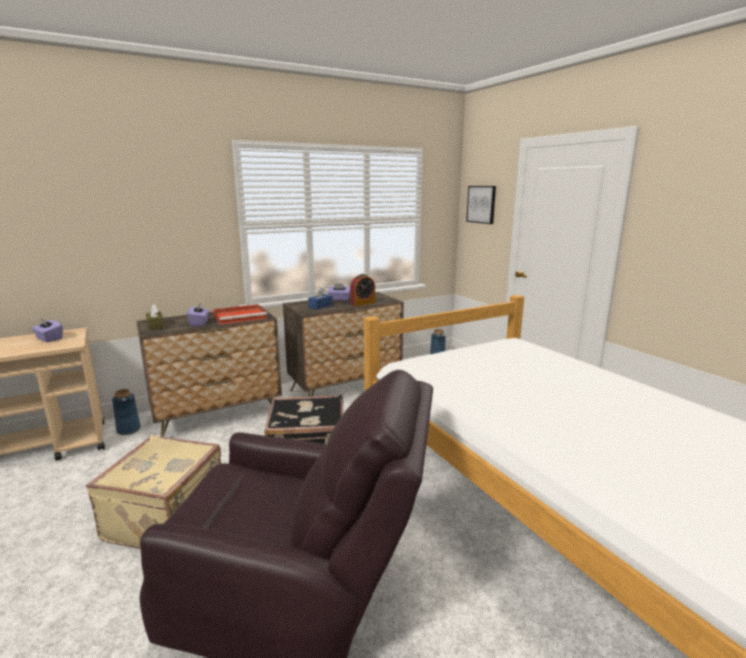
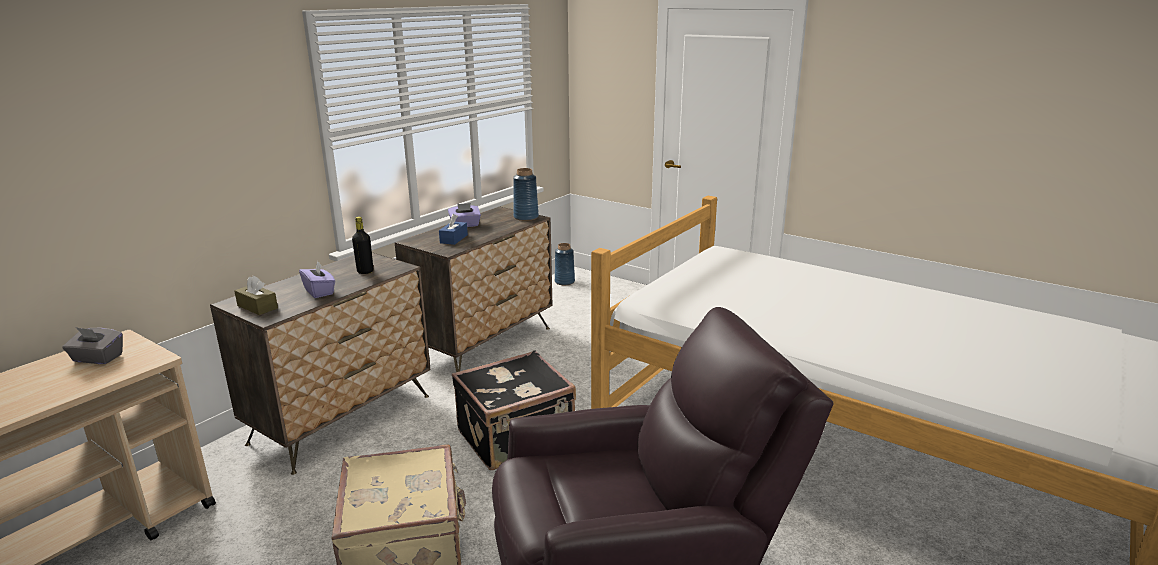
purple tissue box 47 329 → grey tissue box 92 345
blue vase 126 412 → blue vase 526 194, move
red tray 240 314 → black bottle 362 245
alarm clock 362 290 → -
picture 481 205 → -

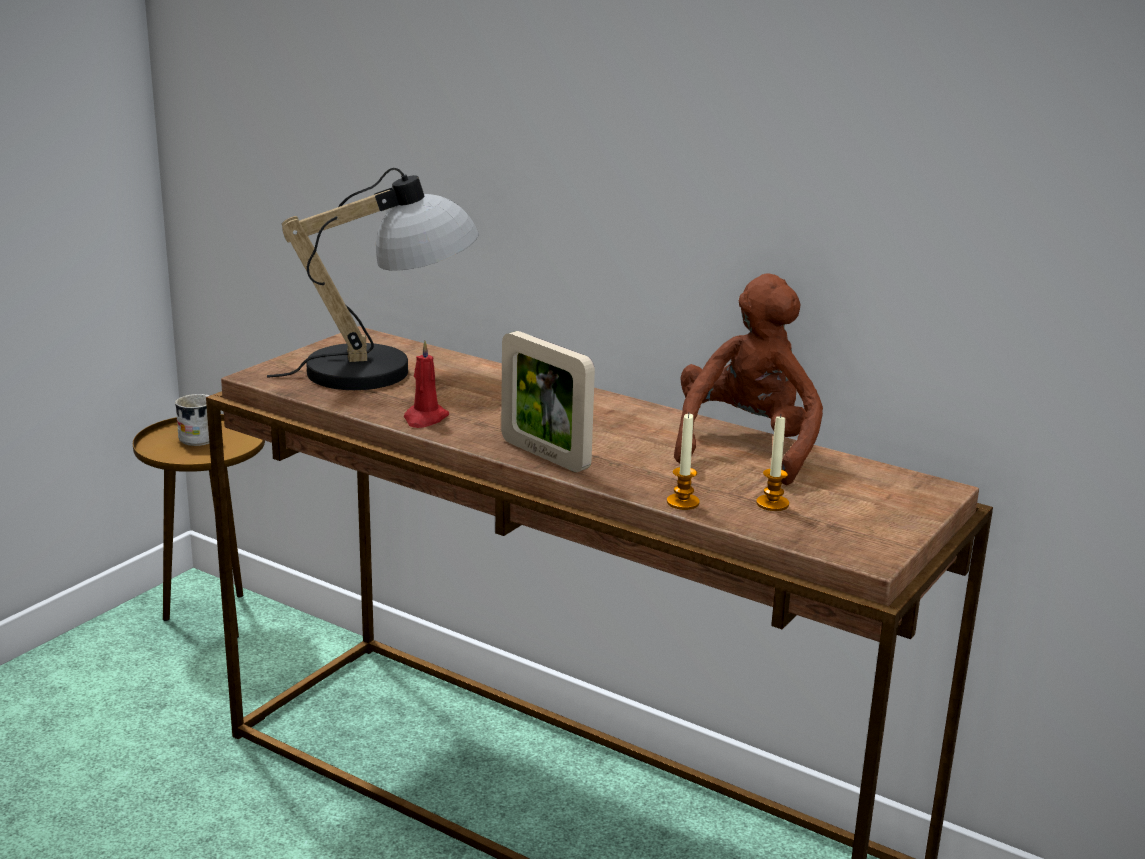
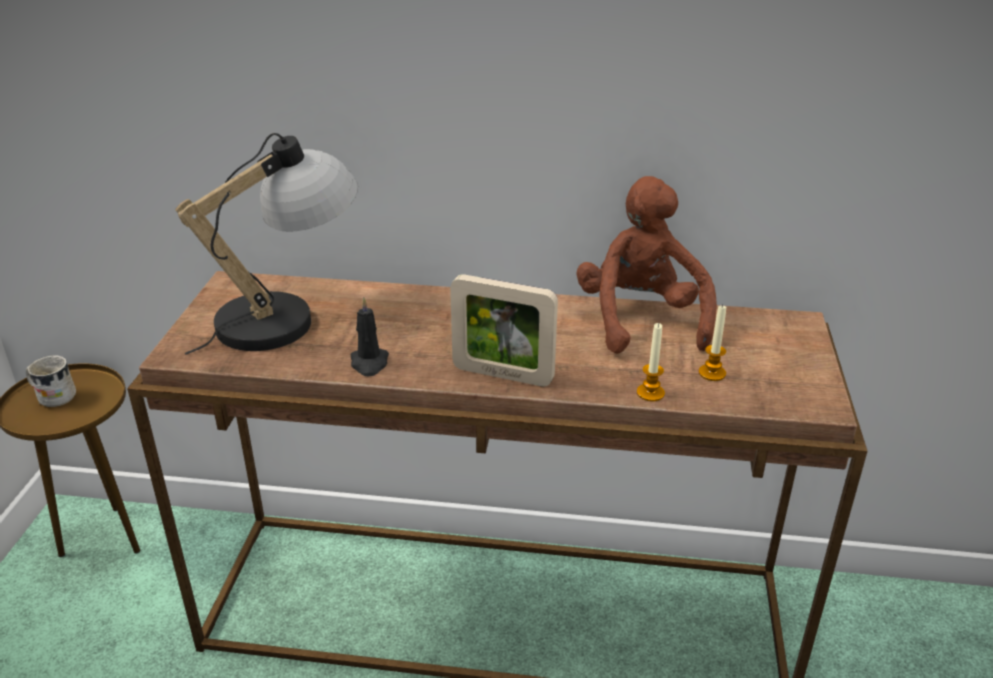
red candle 426 384 → black candle 370 336

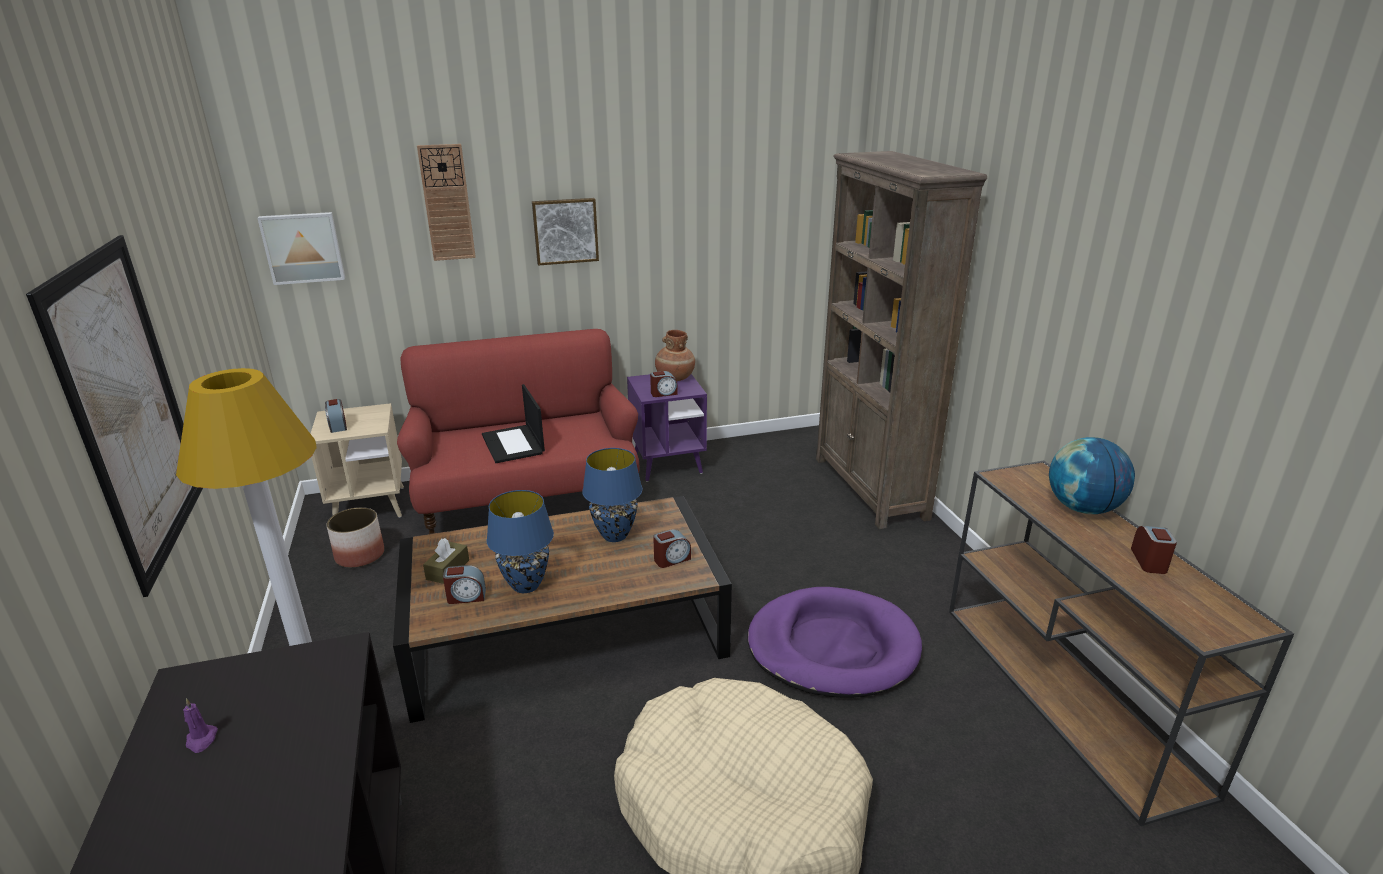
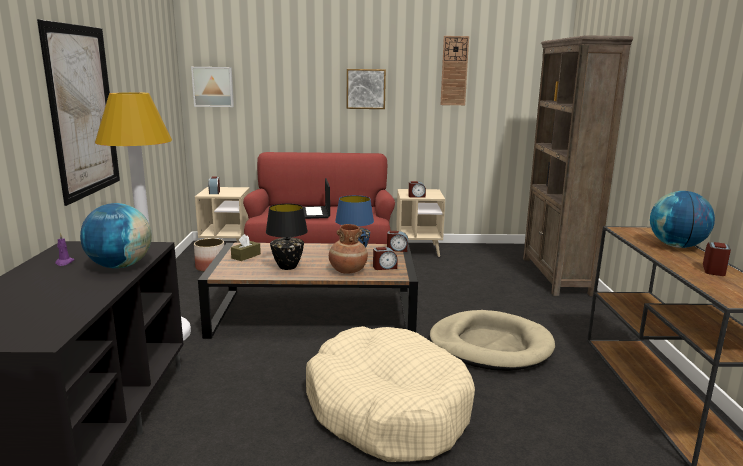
wall clock 446 202 → wall clock 455 70, move
alarm clock 464 584 → alarm clock 397 241, move
blue table lamp 520 541 → black table lamp 287 237
purple side table 667 428 → beige side table 420 223
brown vase 675 355 → brown vase 348 249, move
purple dog bed 835 642 → beige dog bed 492 340
- → globe 116 235

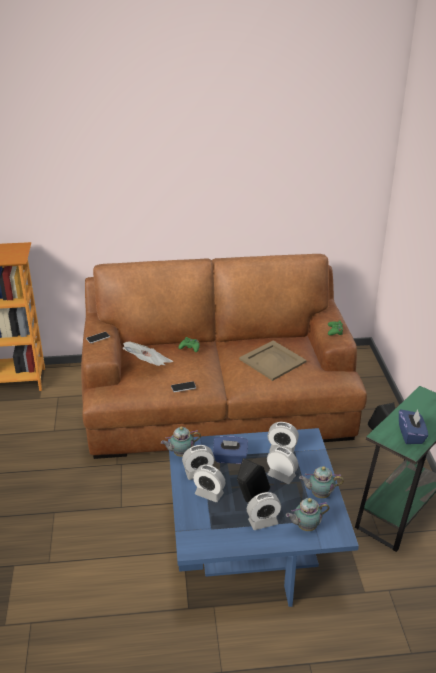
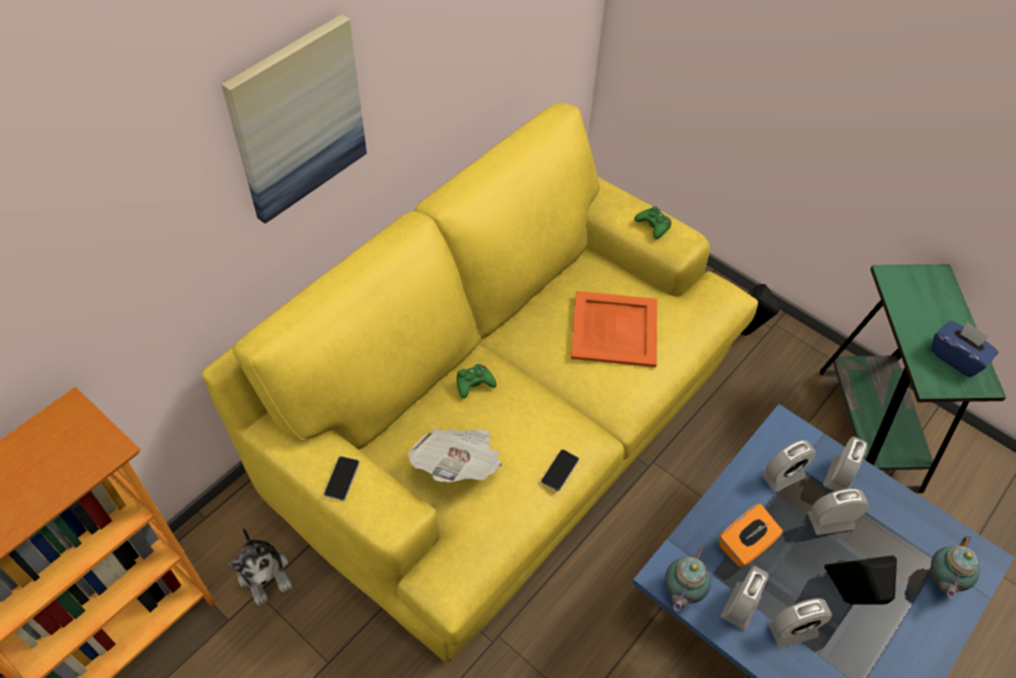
brown sofa 224 356 → yellow sofa 480 382
blue tissue box 230 450 → orange tissue box 751 535
beige tray 273 361 → orange tray 614 329
alarm clock 264 511 → alarm clock 845 463, move
teapot 321 482 → -
- → picture 294 119
- → plush toy 260 566

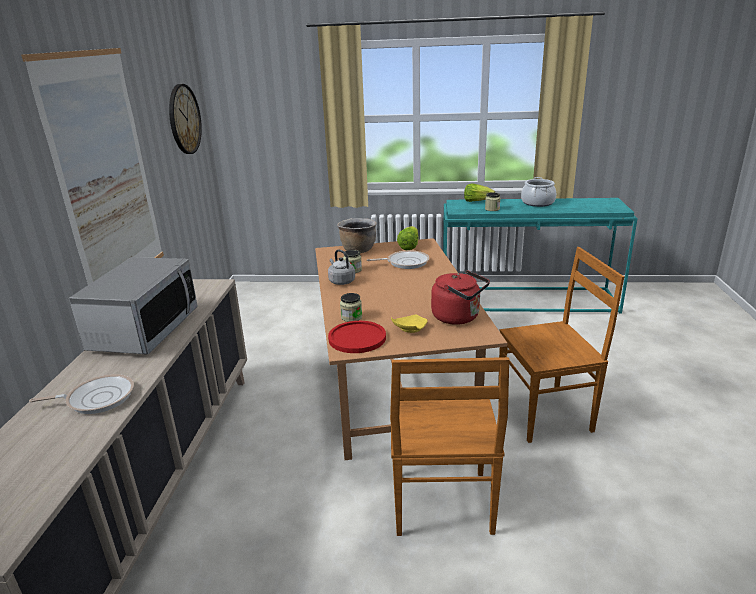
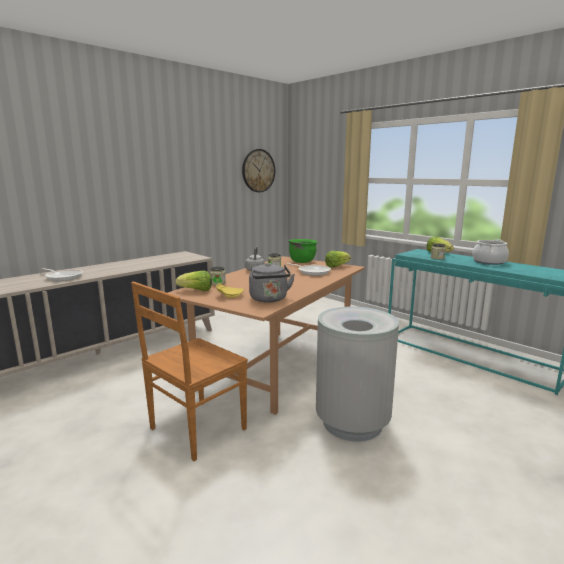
picture 92 166 → -
microwave 133 305 → -
red plate 357 337 → lettuce 194 281
brown cooking pot 357 235 → green cooking pot 302 251
red kettle 460 297 → grey kettle 272 282
brown chair 561 345 → grey trash can 357 374

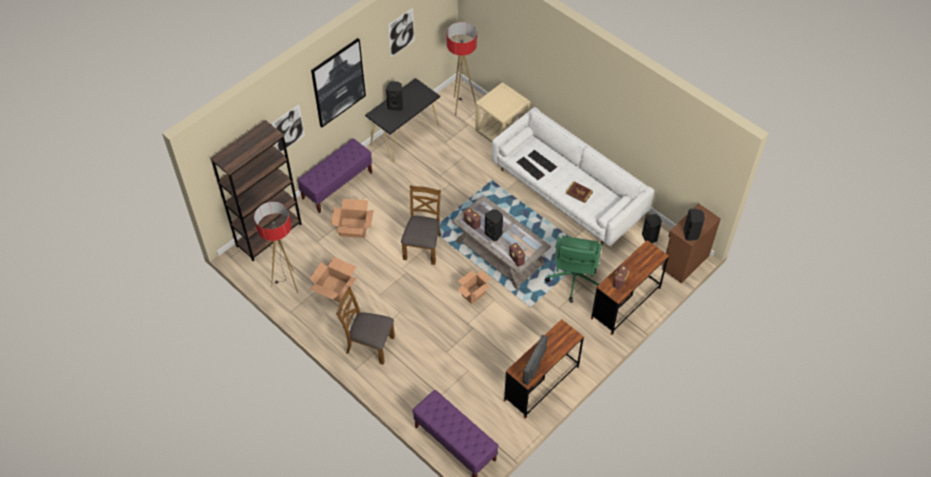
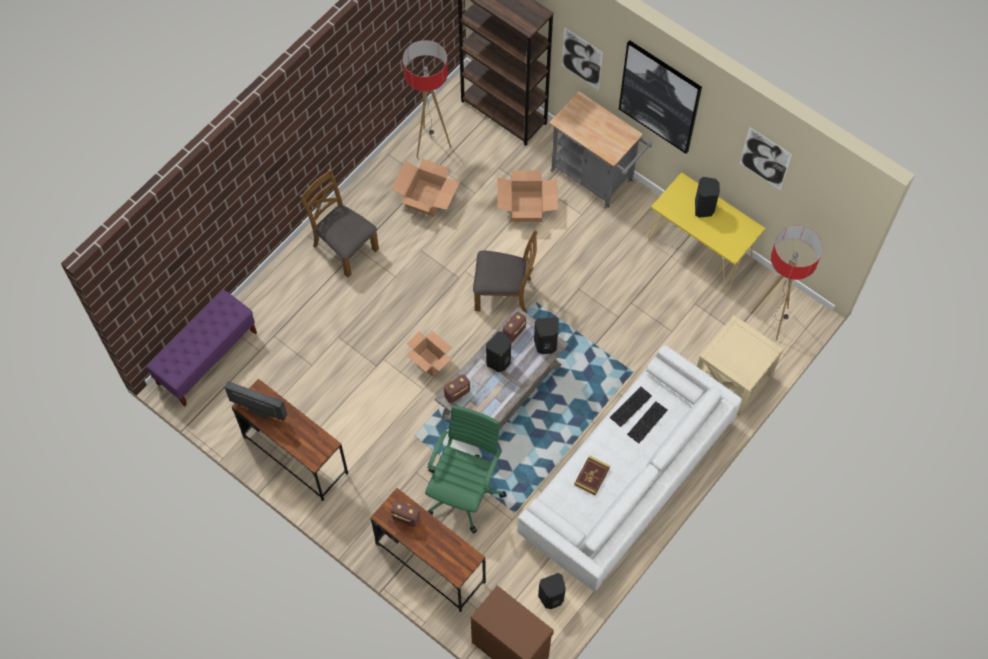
purple bench 334 176 → grey cart 600 150
brown chair 365 325 → brown chair 339 223, 60 degrees counterclockwise
black console table 402 120 → yellow console table 706 232
green office chair 573 269 → green office chair 466 469, 105 degrees clockwise
black speaker 694 225 → black speaker 546 335, move

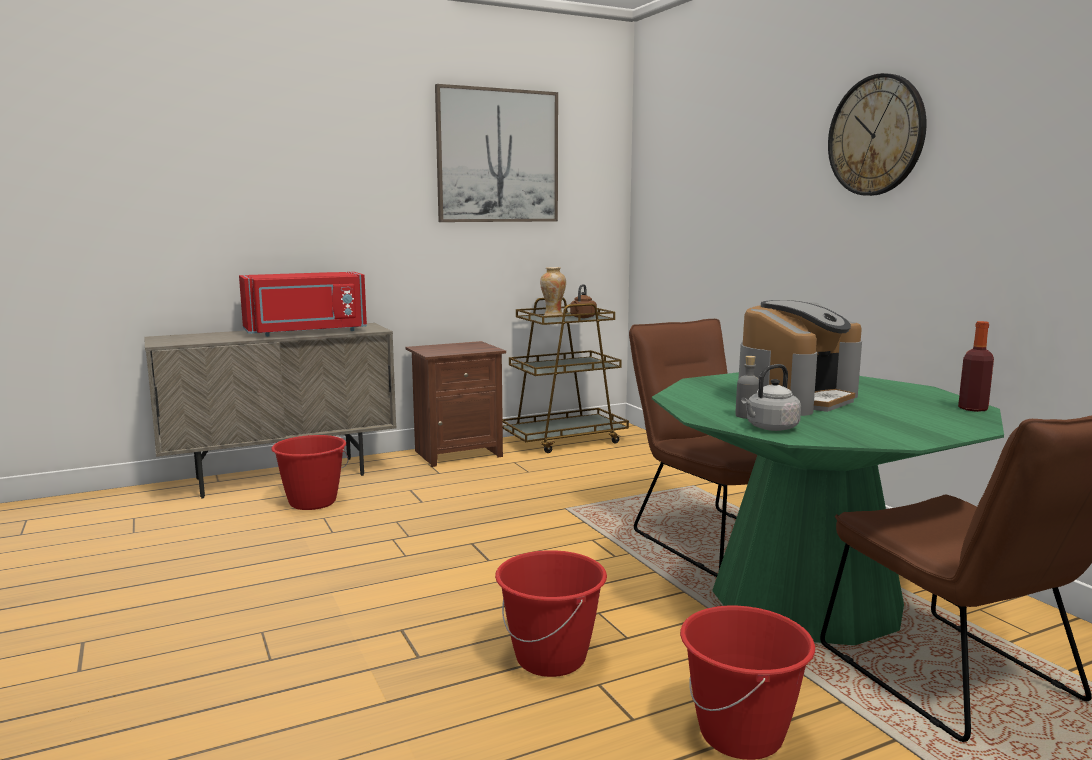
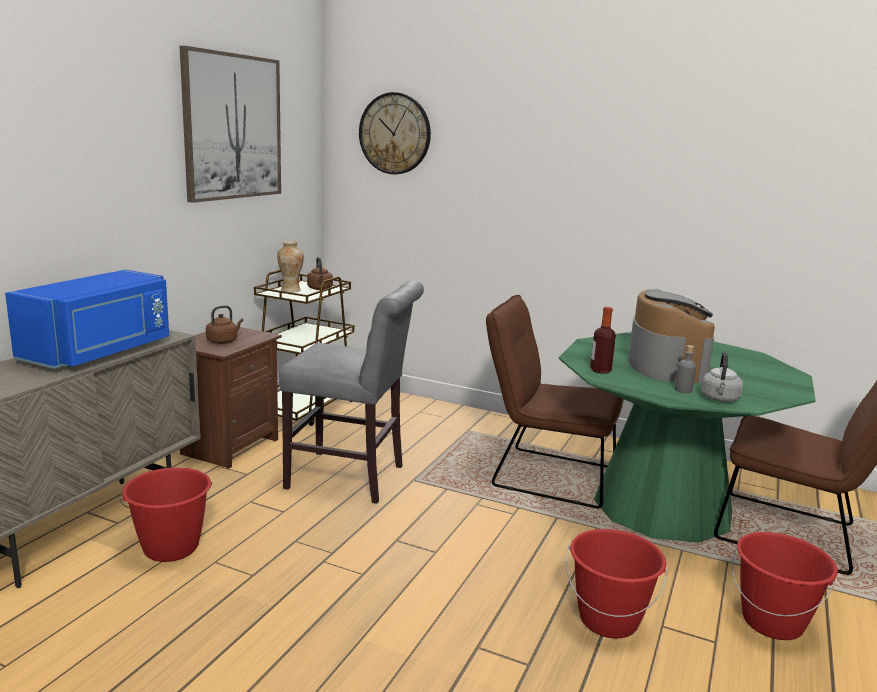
red microwave 303 304 → blue microwave 87 319
wall clock 877 134 → wall clock 395 133, move
bottle 976 366 → bottle 603 340, move
- → brown kettle 225 324
- → grey chair 351 392

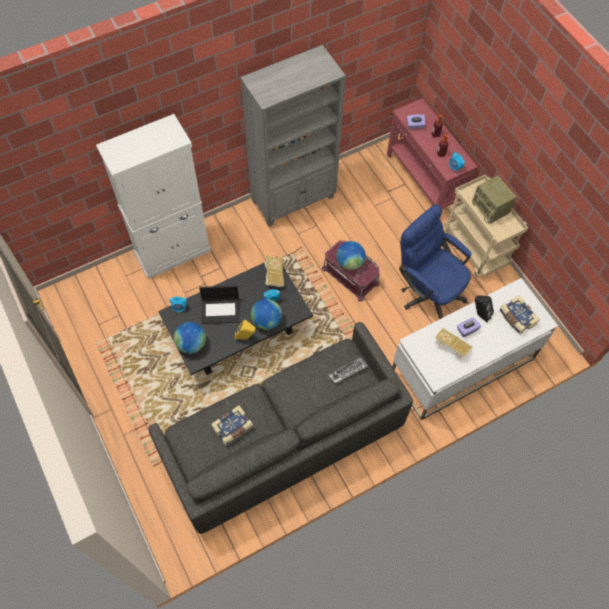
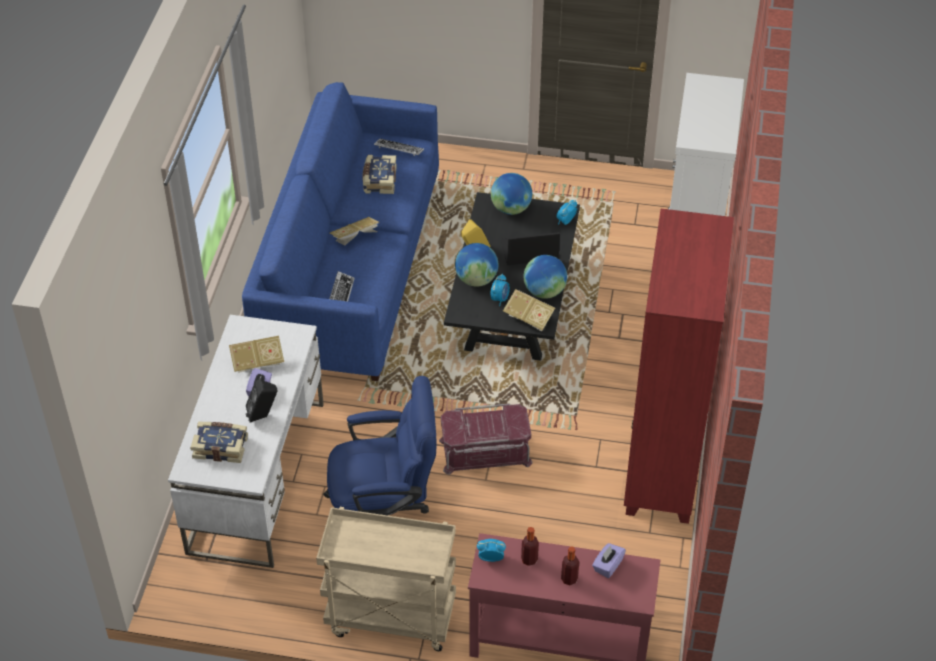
grey sofa 281 428 → blue sofa 340 231
laptop 219 305 → laptop 530 248, 45 degrees clockwise
grey bookcase 293 136 → red bookcase 679 366
globe 351 255 → globe 545 277, move
radio 494 200 → -
- → book 354 231
- → keyboard 399 147

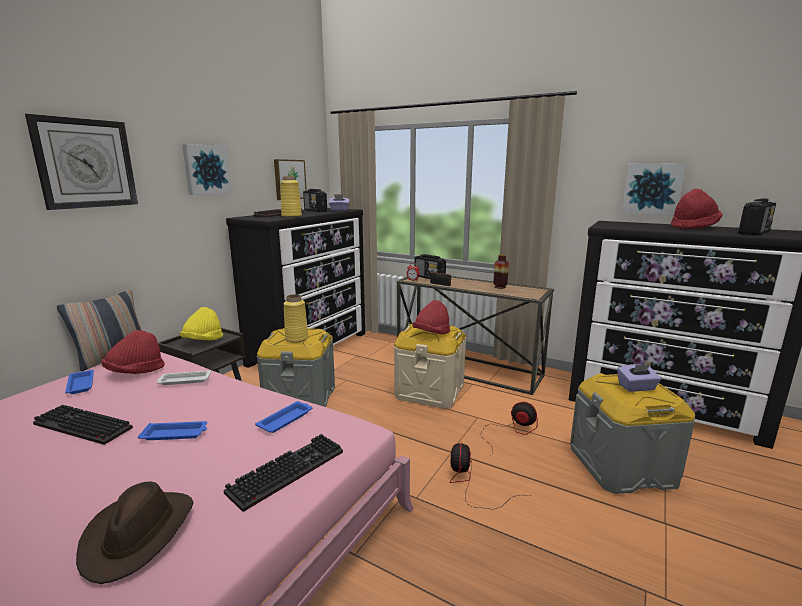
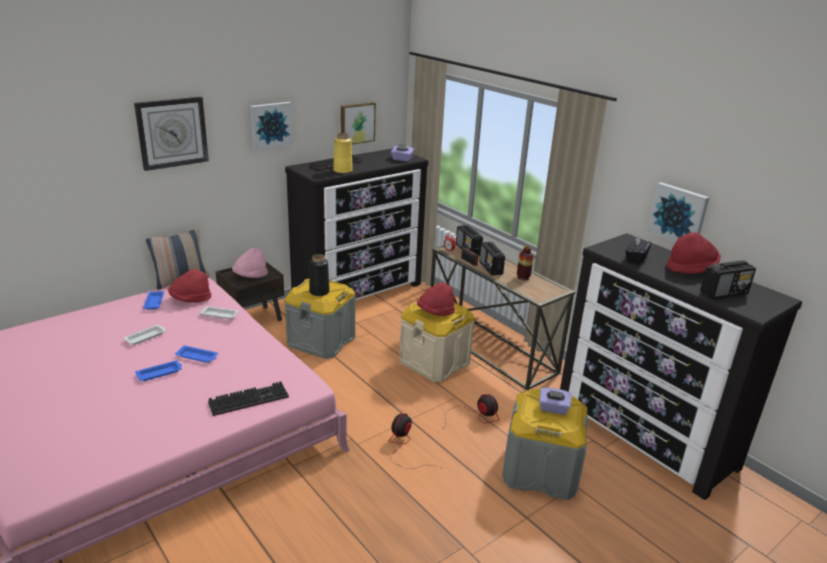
keyboard 83 425 → white tray 144 335
brown hat 134 532 → -
yellow hat 201 323 → pink hat 250 263
blue tray 284 417 → blue tray 158 370, move
yellow vase 295 318 → black vase 319 275
radio 315 200 → radio 492 259, move
- → black tissue box 638 249

